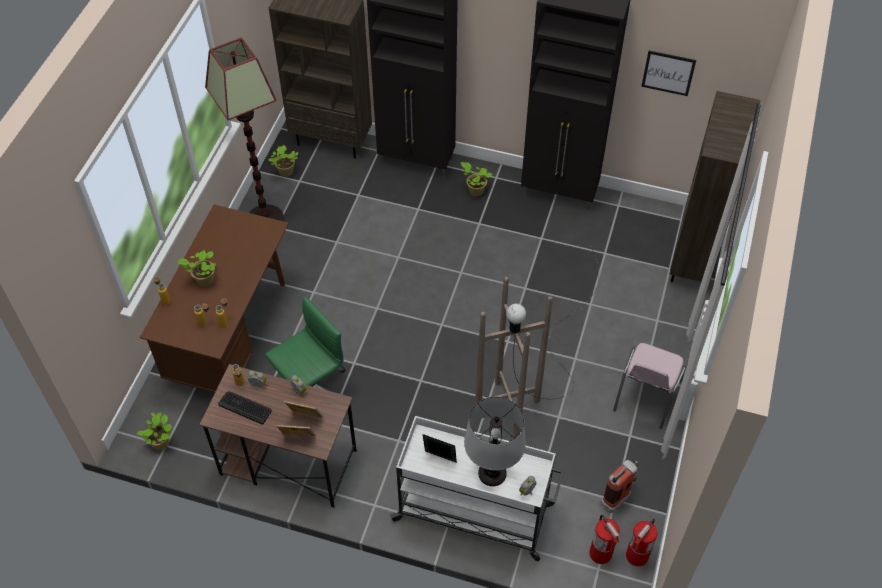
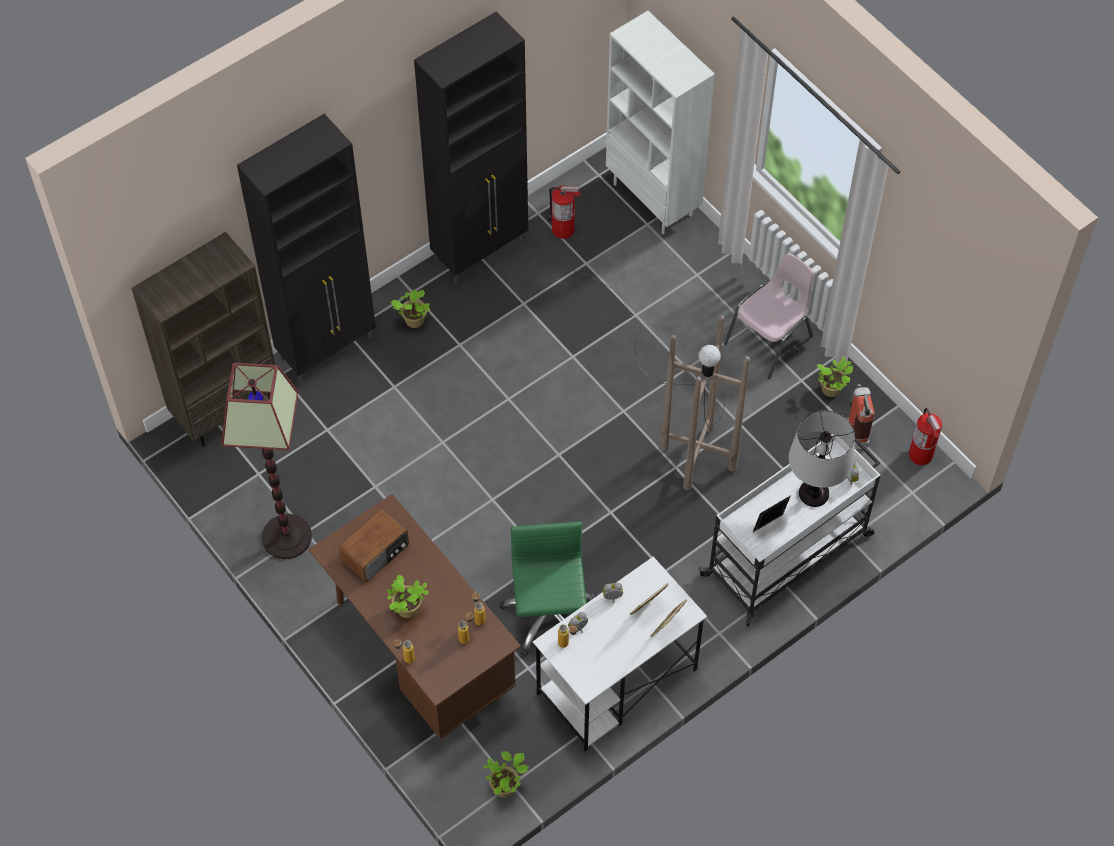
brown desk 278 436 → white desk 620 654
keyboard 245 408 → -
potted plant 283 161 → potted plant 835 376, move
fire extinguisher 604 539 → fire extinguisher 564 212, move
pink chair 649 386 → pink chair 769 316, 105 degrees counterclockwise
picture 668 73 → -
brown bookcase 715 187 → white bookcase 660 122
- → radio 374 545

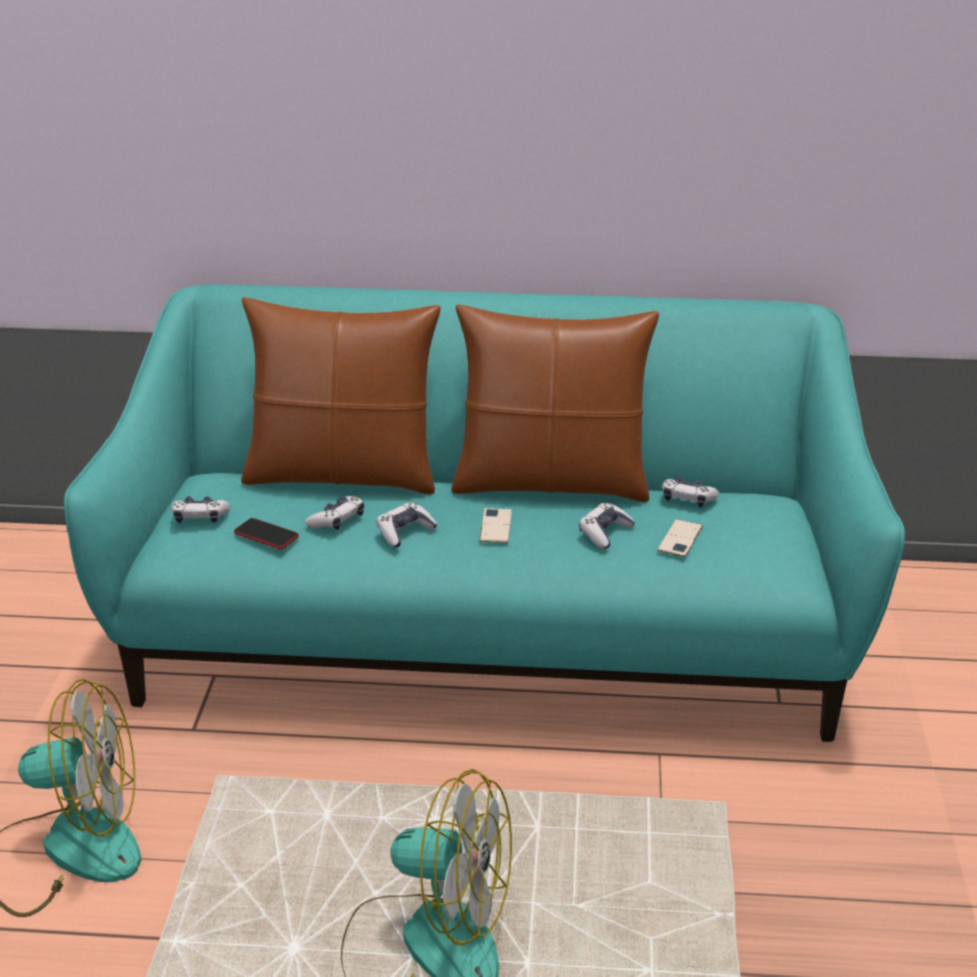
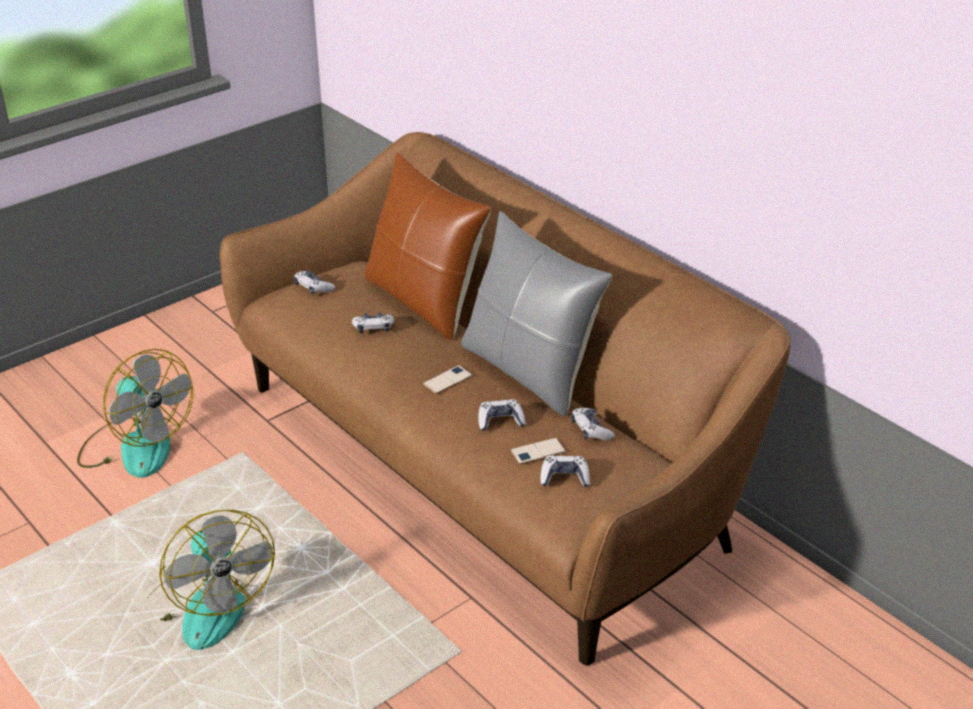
turquoise sofa 484 513 → brown sofa 505 399
phone 266 533 → -
game controller 407 524 → game controller 565 471, move
brown pillow 555 403 → grey pillow 536 314

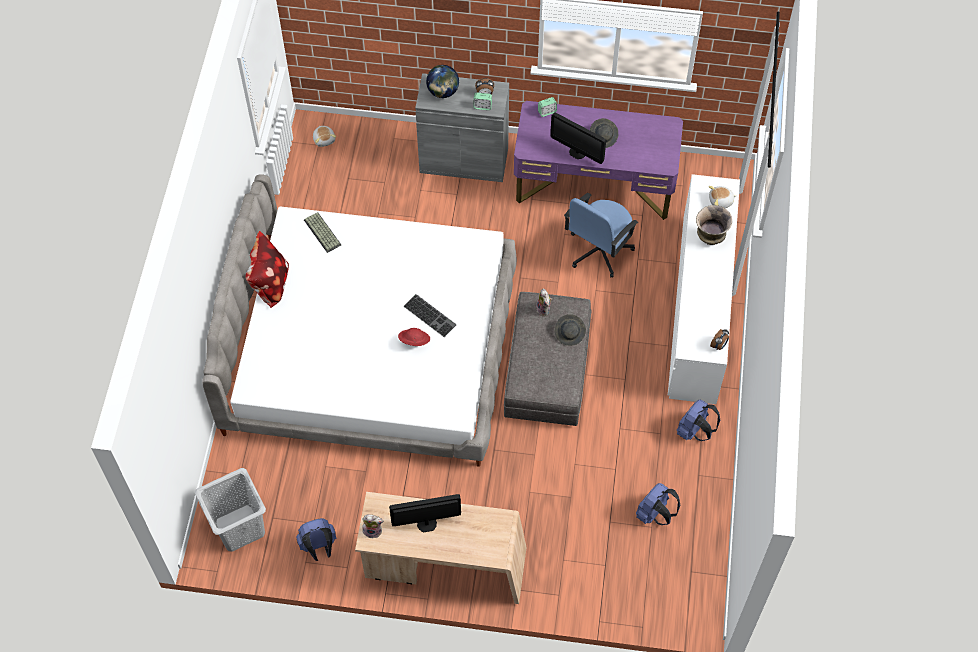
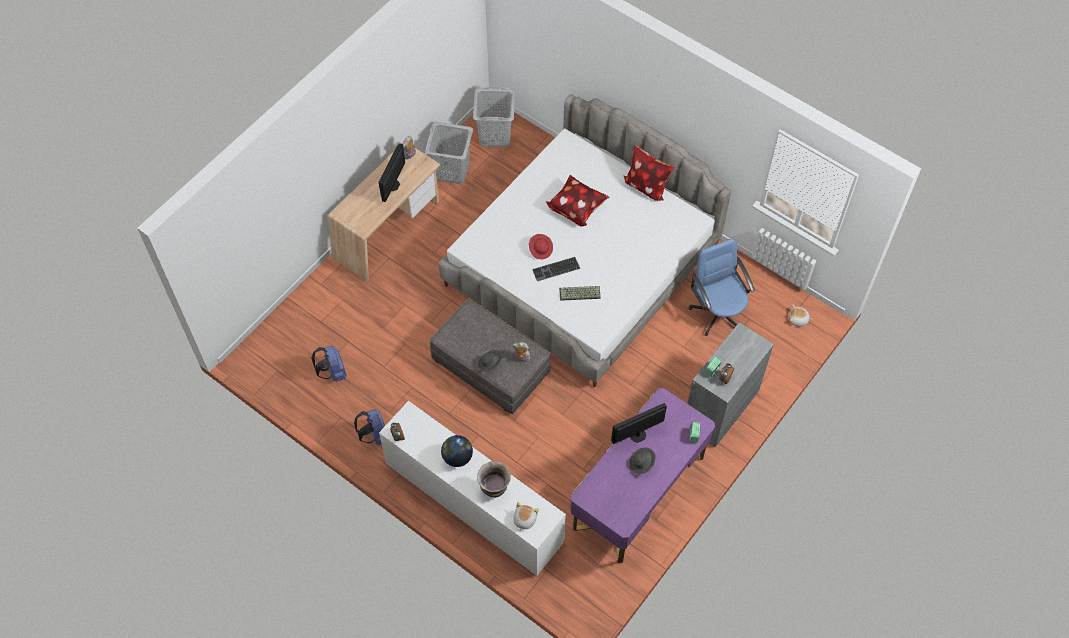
blue backpack 316 539 → grey laundry basket 449 153
keyboard 322 232 → keyboard 580 293, move
globe 442 81 → globe 457 451, move
blue office chair 601 235 → blue office chair 722 287, move
- → pillow 577 201

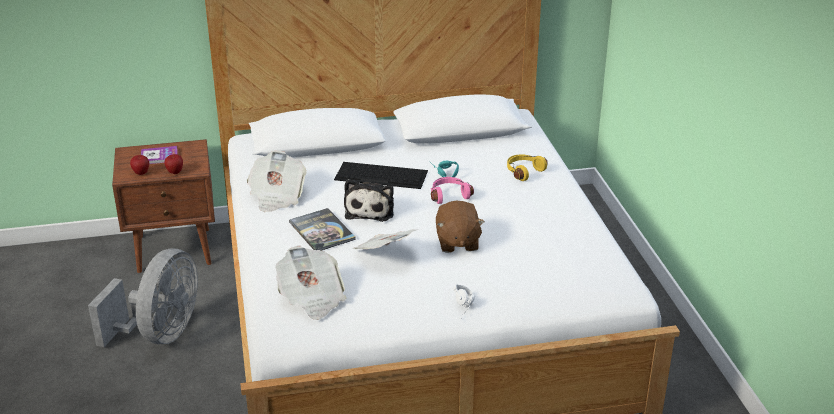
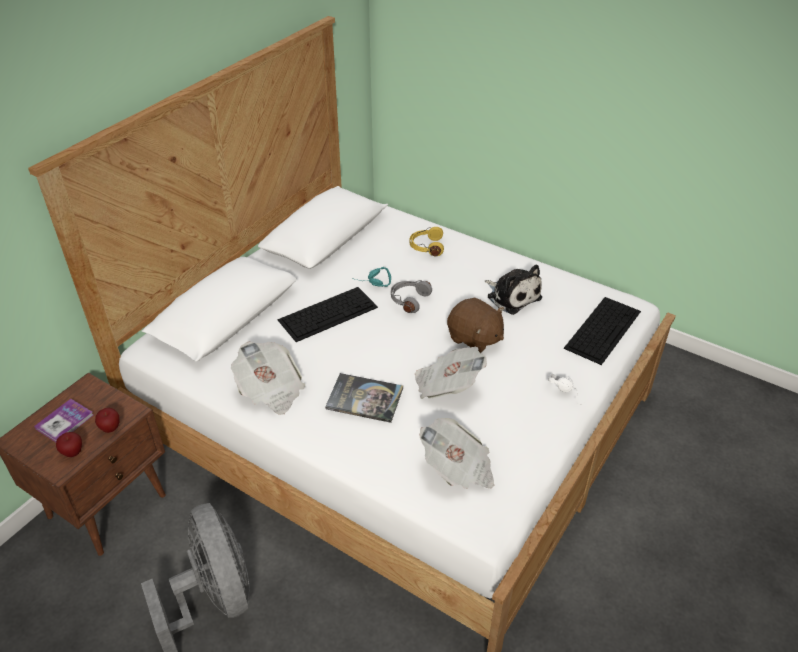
plush toy 369 200 → plush toy 513 290, move
pink headphones 452 190 → grey headphones 411 296
- → keyboard 602 331

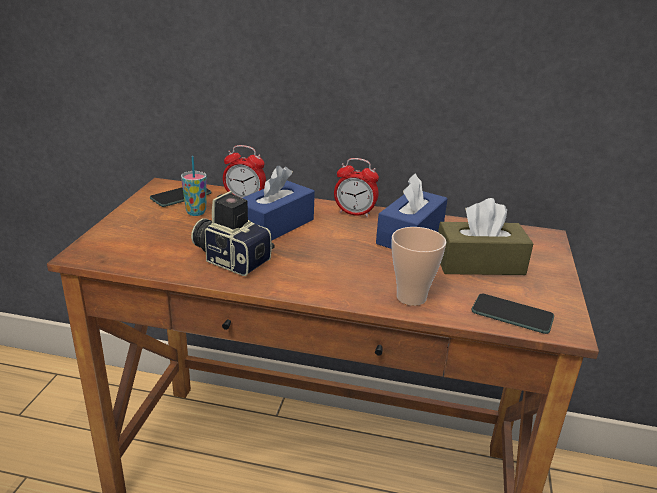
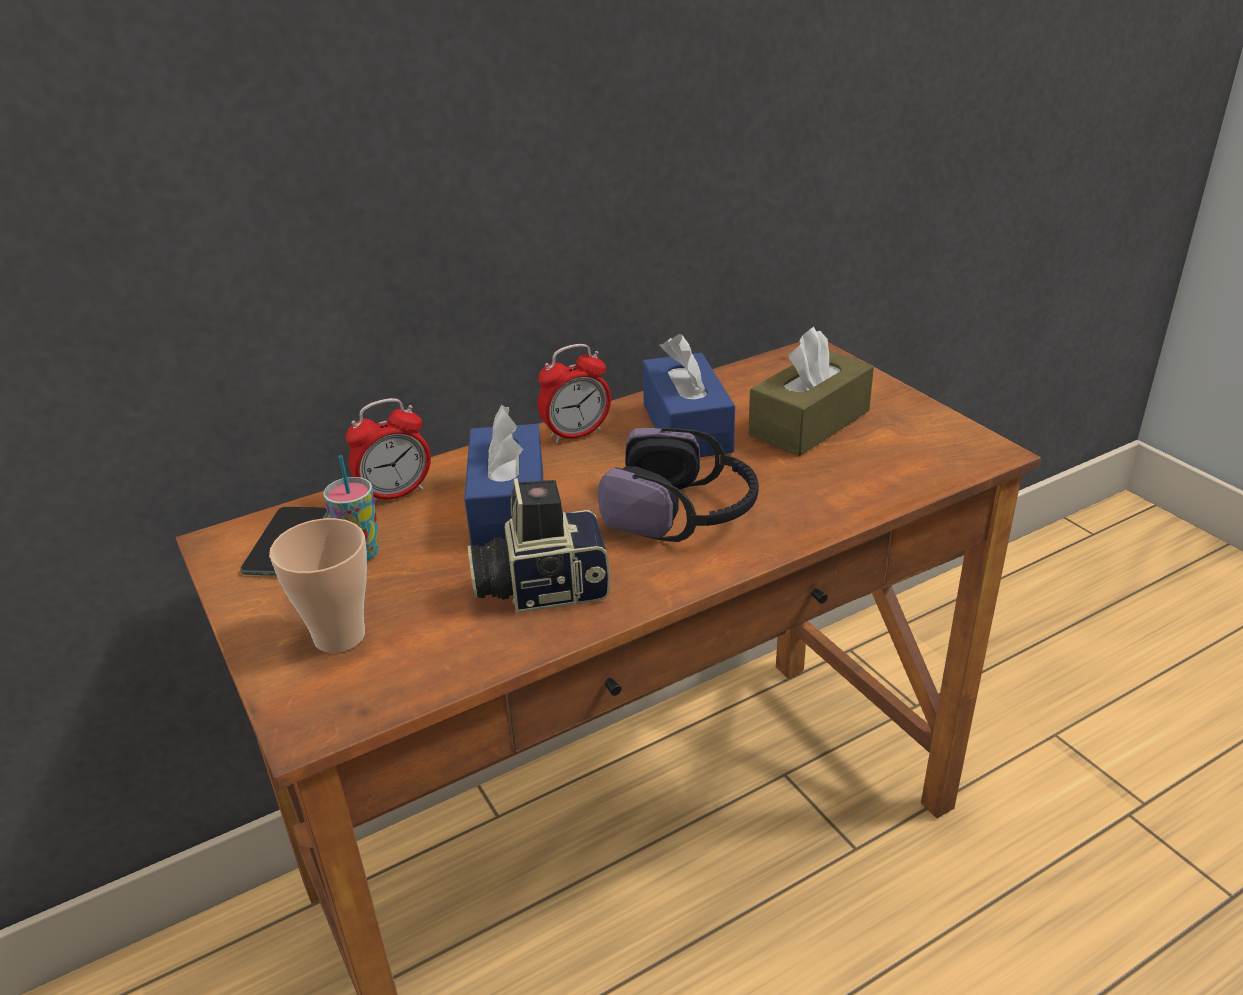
cup 419 266 → cup 318 585, move
phone 512 314 → -
- → headphones 678 485

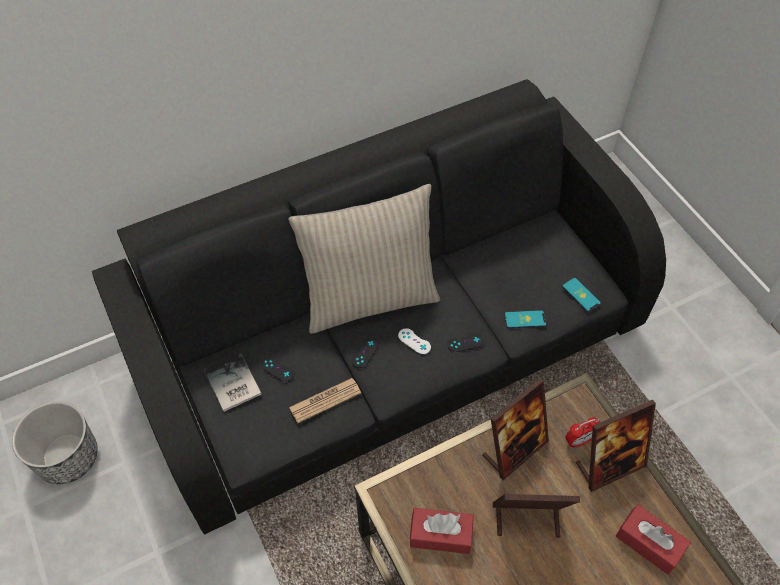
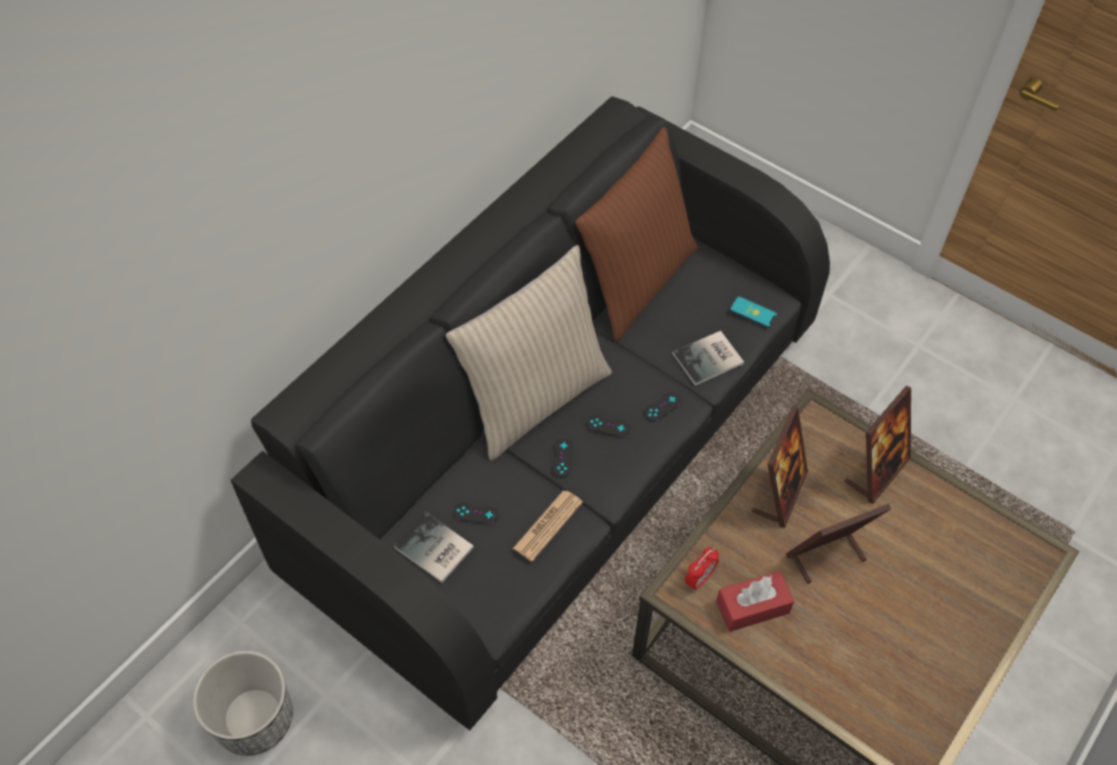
white game controller 414 341 → black game controller 608 426
phone 525 319 → book 708 358
alarm clock 582 432 → alarm clock 702 569, move
red tissue box 653 539 → -
- → brown pillow 636 234

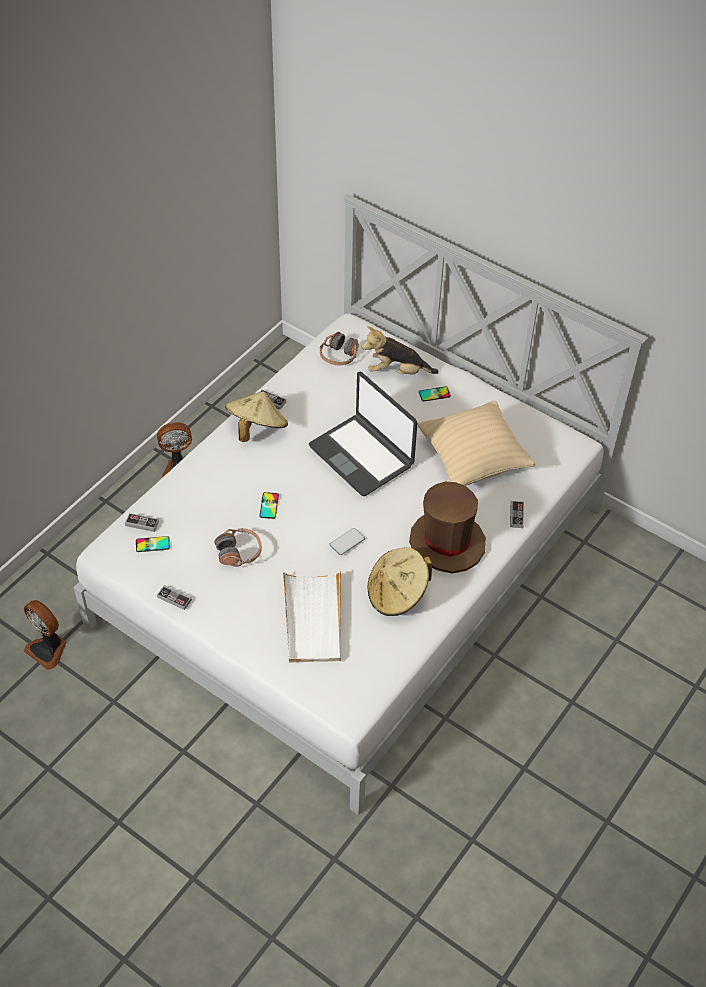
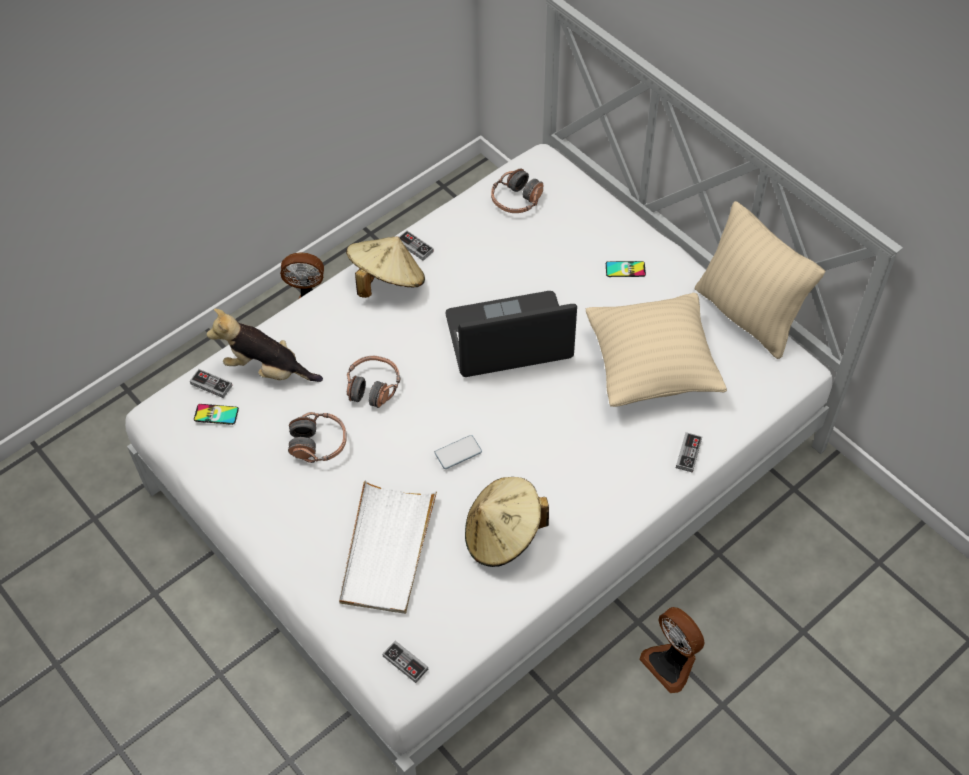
fan 45 635 → fan 671 650, move
game controller 174 597 → game controller 405 662, move
phone 269 505 → headphones 373 382
laptop 363 434 → laptop 511 334, 105 degrees clockwise
plush toy 400 350 → plush toy 265 345, move
brown hat 447 528 → -
- → beige pillow 760 280

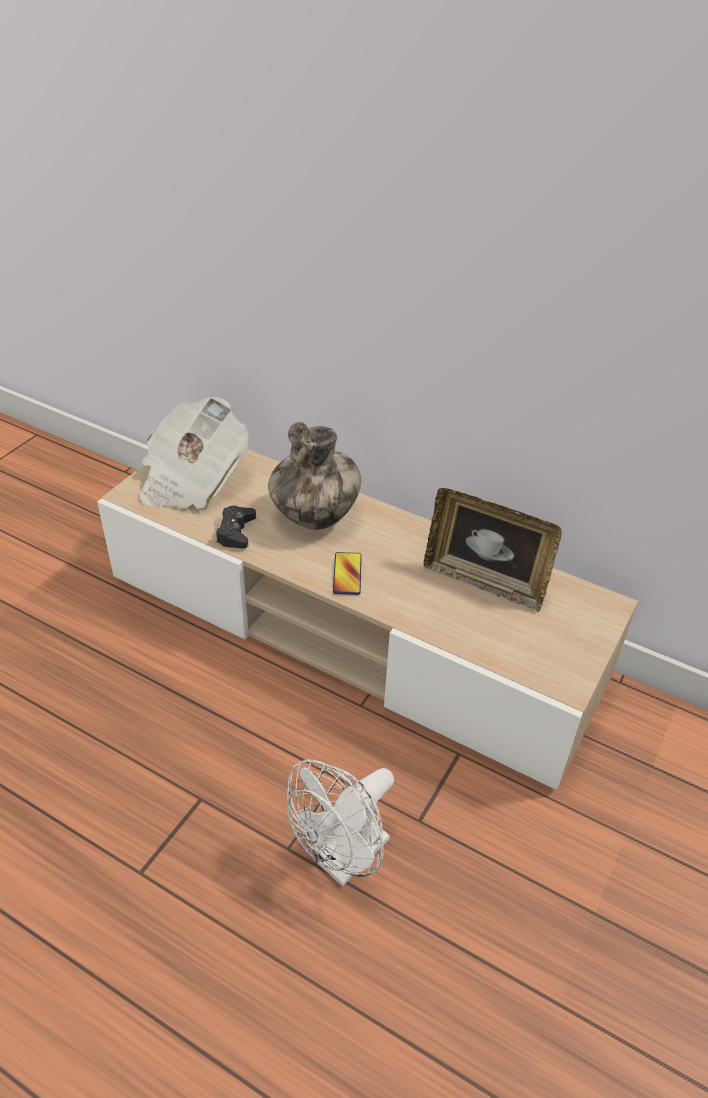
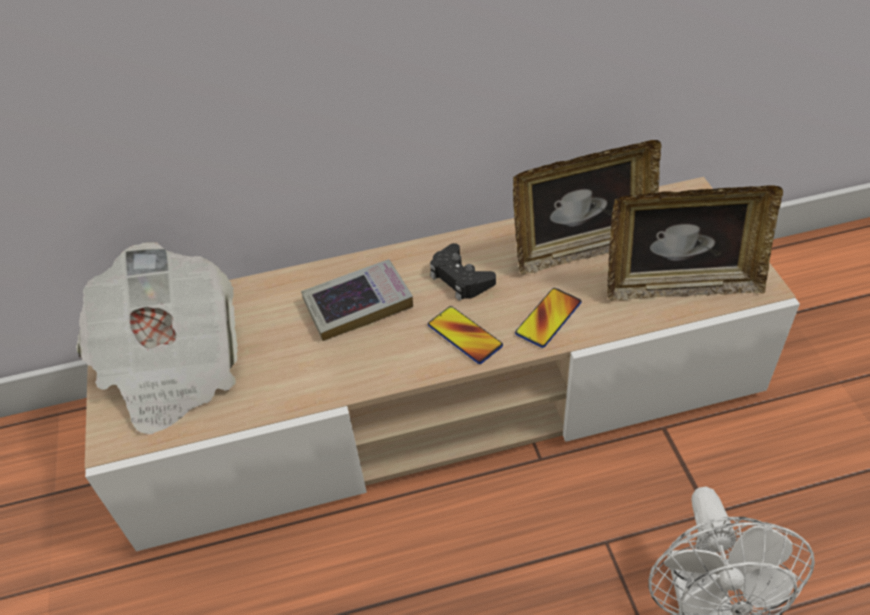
black game controller 236 527 → black game controller 463 272, move
vase 314 476 → book 357 300
- → phone 548 318
- → picture frame 695 243

